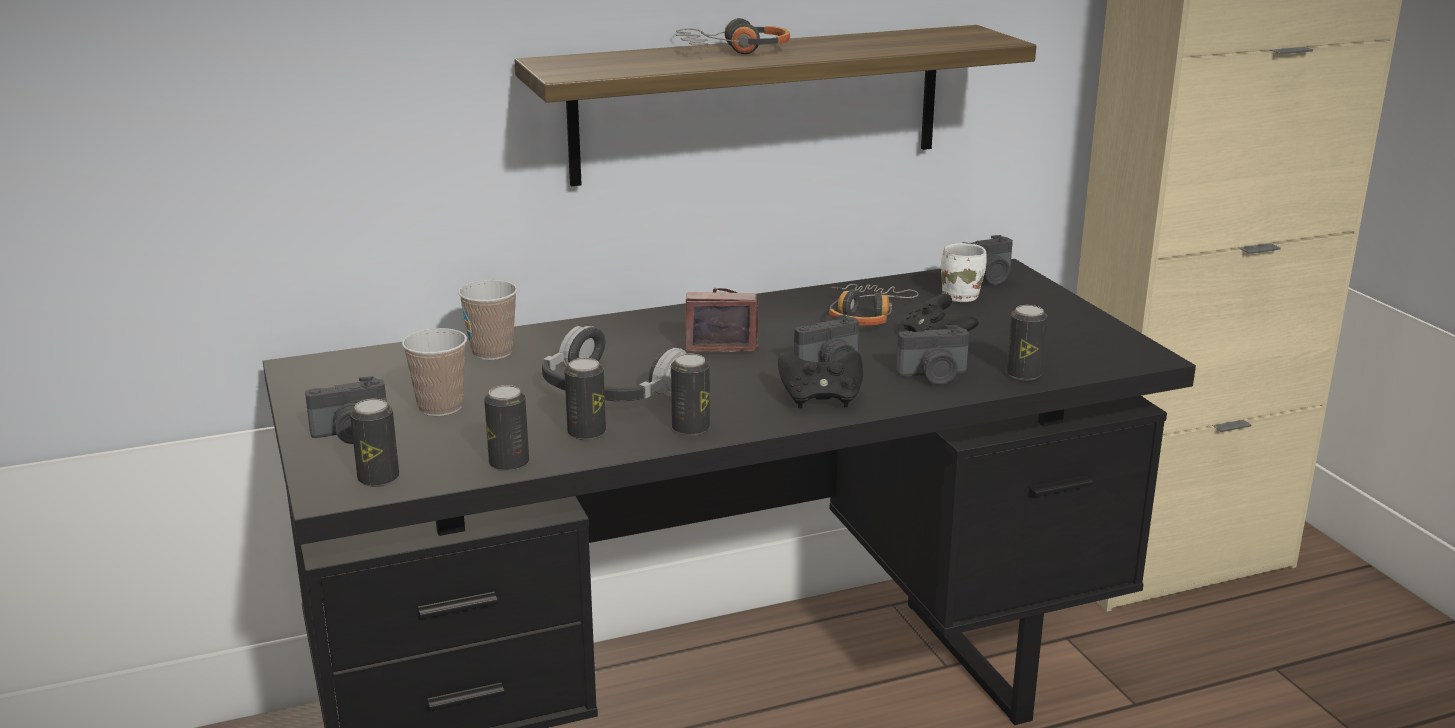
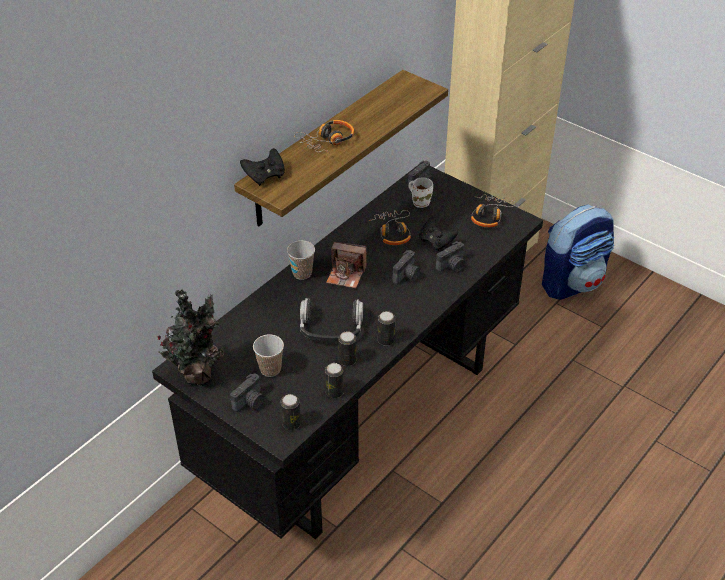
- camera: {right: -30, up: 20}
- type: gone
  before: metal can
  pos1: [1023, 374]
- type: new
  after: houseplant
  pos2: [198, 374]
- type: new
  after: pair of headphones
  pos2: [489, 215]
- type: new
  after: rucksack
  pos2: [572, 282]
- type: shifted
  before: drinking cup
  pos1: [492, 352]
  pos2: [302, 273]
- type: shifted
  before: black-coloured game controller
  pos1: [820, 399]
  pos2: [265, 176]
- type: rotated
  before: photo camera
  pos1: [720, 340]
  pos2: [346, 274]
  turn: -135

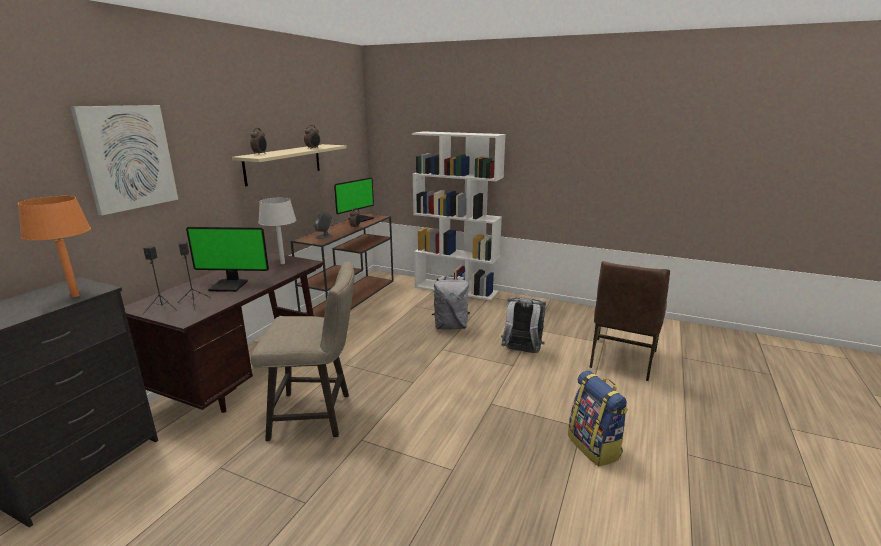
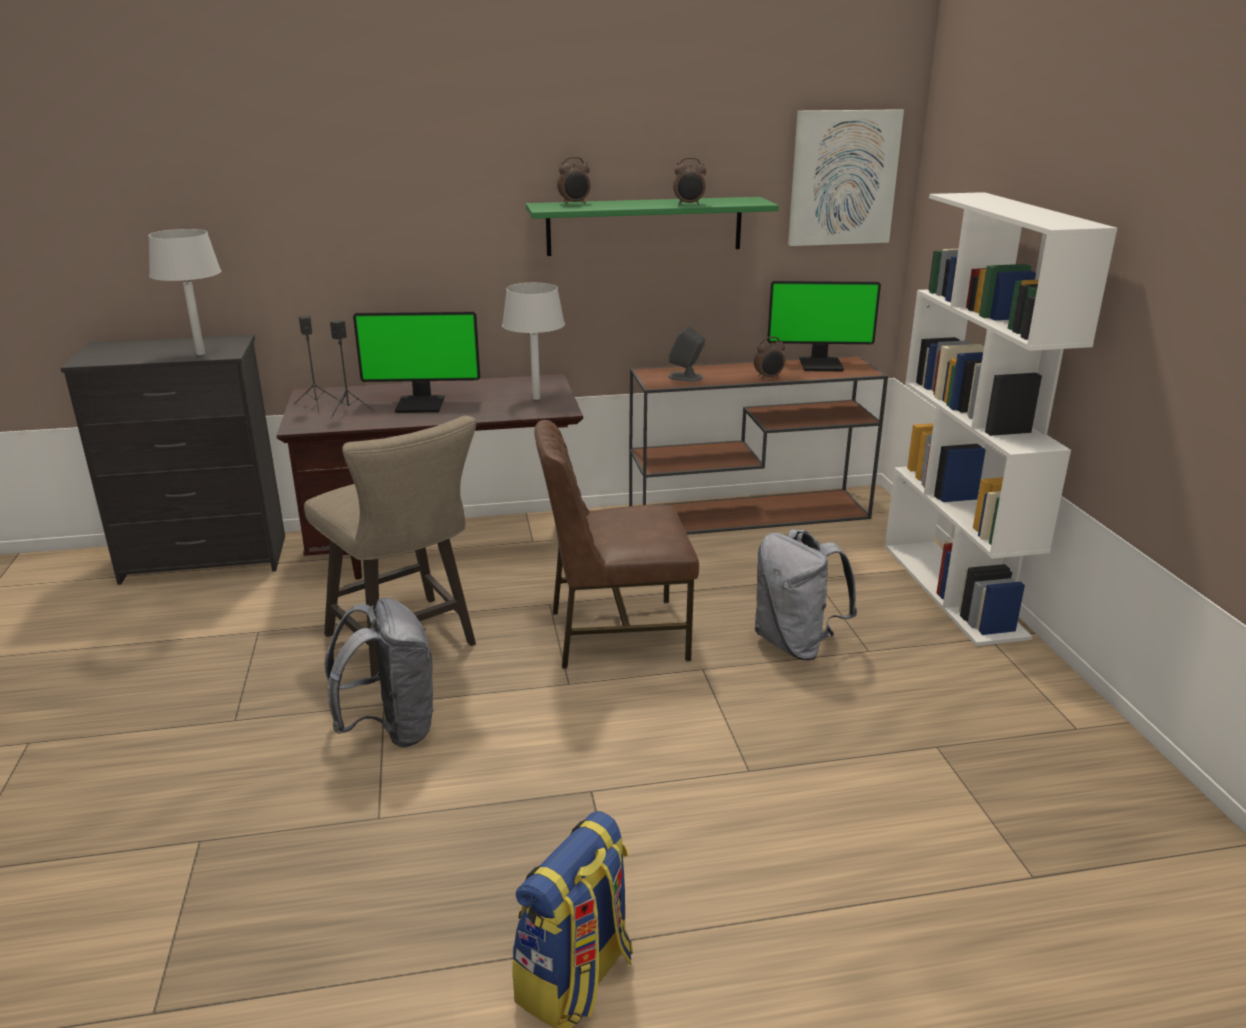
- camera: {right: 55, up: 5}
- type: shifted
  before: picture
  pos1: [128, 157]
  pos2: [843, 178]
- type: shifted
  before: grey rucksack
  pos1: [521, 352]
  pos2: [391, 729]
- type: shifted
  before: brown-coloured plain chair
  pos1: [621, 359]
  pos2: [615, 634]
- type: repainted
  before: orangey tabletop lamp
  after: grey tabletop lamp
  pos1: [75, 295]
  pos2: [201, 354]
- type: repainted
  before: beige-coloured wall shelf
  after: greenish wall shelf
  pos1: [284, 163]
  pos2: [644, 226]
- type: rotated
  before: monitor
  pos1: [230, 285]
  pos2: [421, 404]
  turn: -60

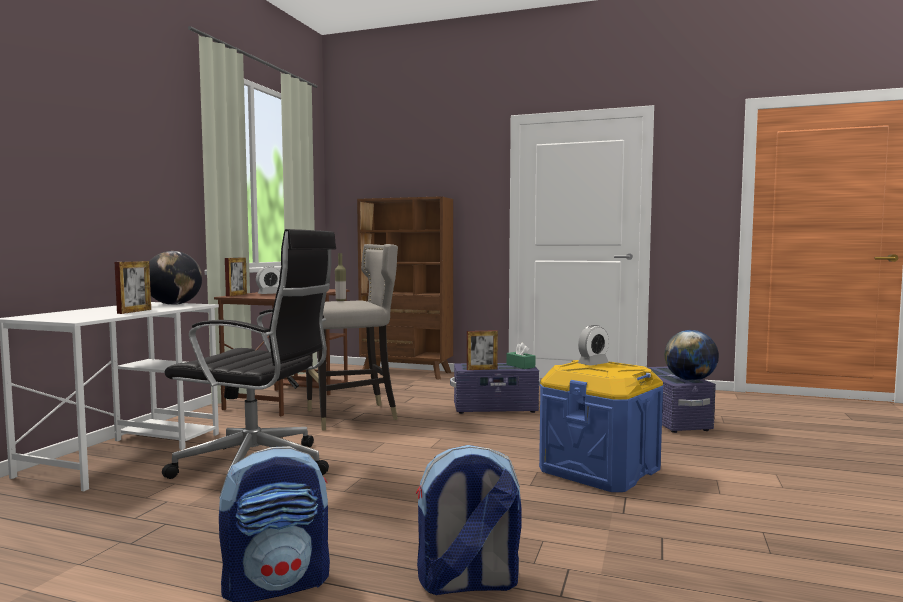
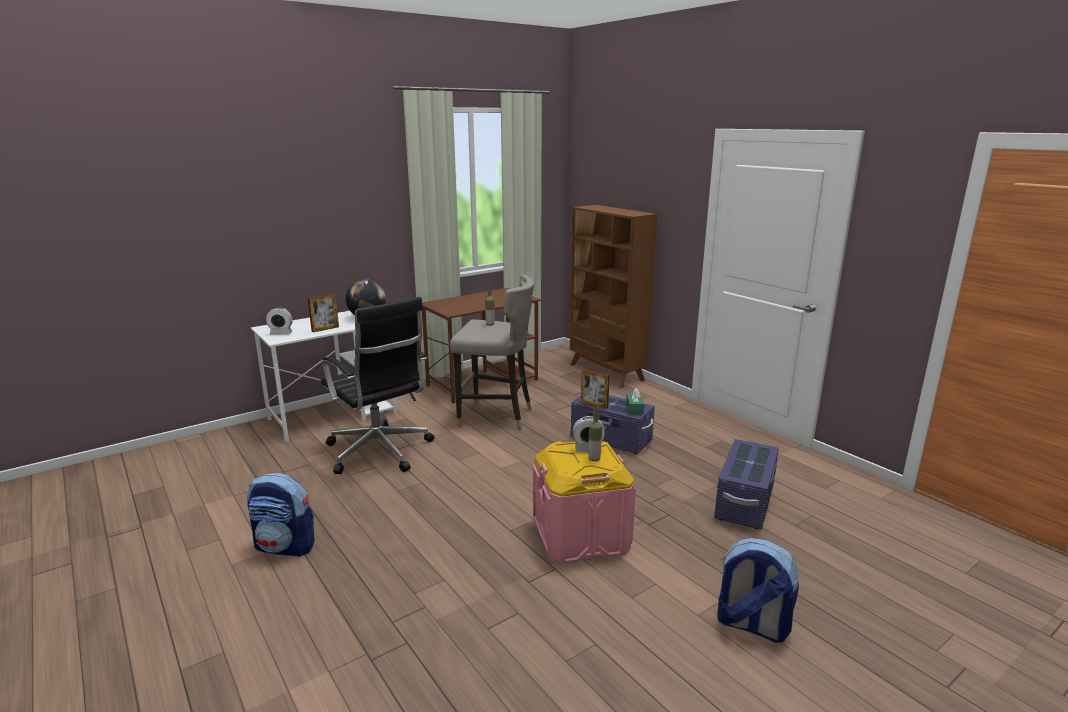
- camera: {right: 35, up: 15}
- type: gone
  before: photo frame
  pos1: [236, 295]
- type: gone
  before: globe
  pos1: [690, 380]
- type: new
  after: bottle
  pos2: [594, 459]
- type: shifted
  before: alarm clock
  pos1: [269, 294]
  pos2: [281, 333]
- type: shifted
  before: rucksack
  pos1: [468, 583]
  pos2: [750, 625]
- type: repainted
  before: blue storage box
  after: pink-coloured storage box
  pos1: [599, 470]
  pos2: [581, 536]

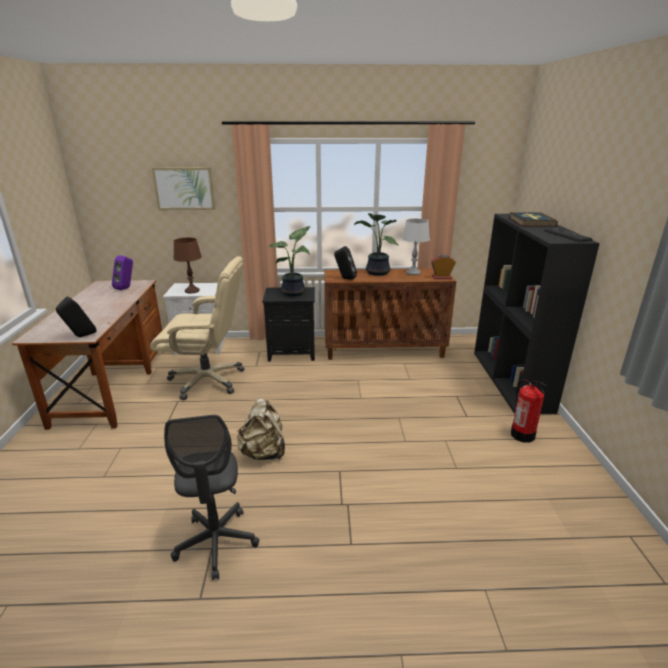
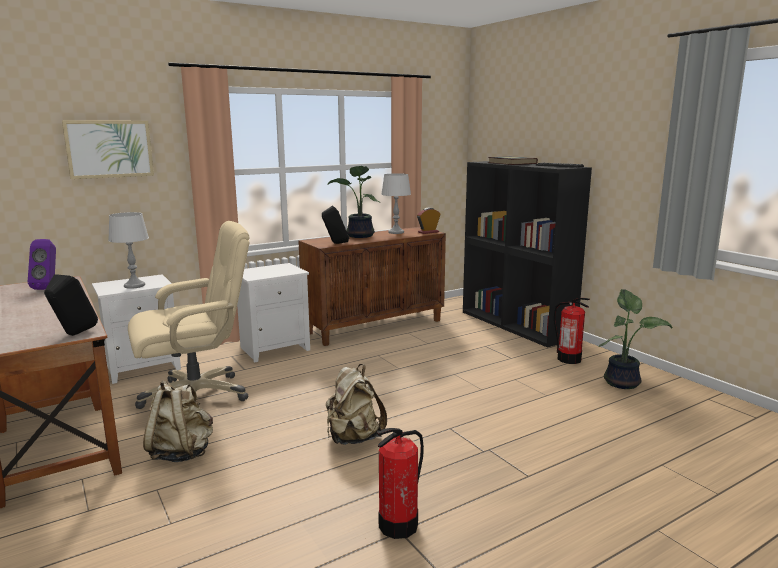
- camera: {right: -30, up: -10}
- type: new
  after: beige-coloured rucksack
  pos2: [182, 453]
- type: shifted
  before: houseplant
  pos1: [295, 292]
  pos2: [623, 382]
- type: swapped
  before: grey computer chair
  after: fire-fighting cylinder
  pos1: [216, 543]
  pos2: [399, 525]
- type: repainted
  before: brown-coloured tabletop lamp
  after: grey tabletop lamp
  pos1: [192, 291]
  pos2: [134, 286]
- type: repainted
  before: black-coloured night table
  after: white-coloured night table
  pos1: [293, 352]
  pos2: [275, 348]

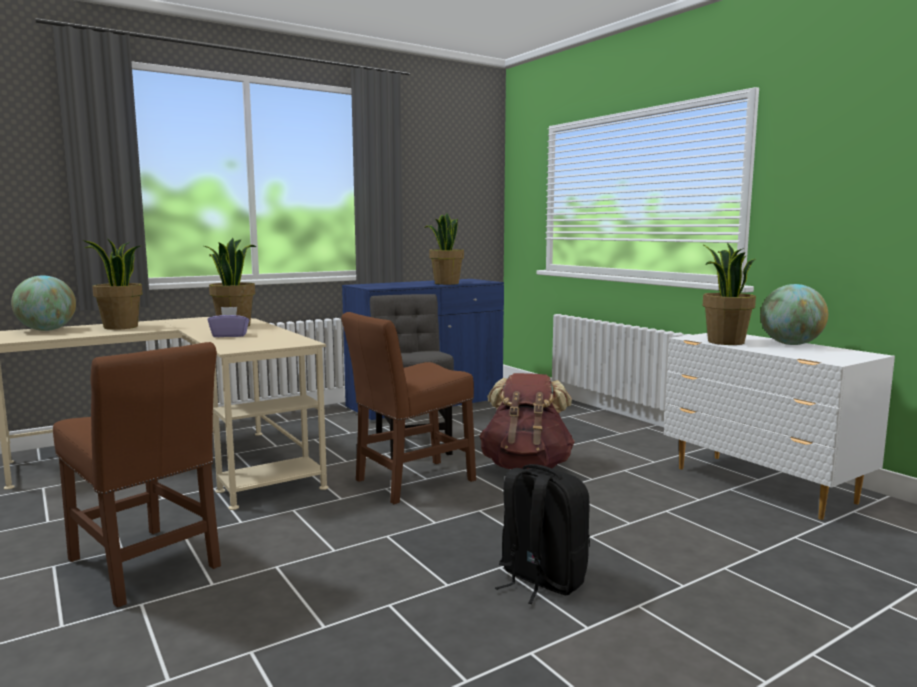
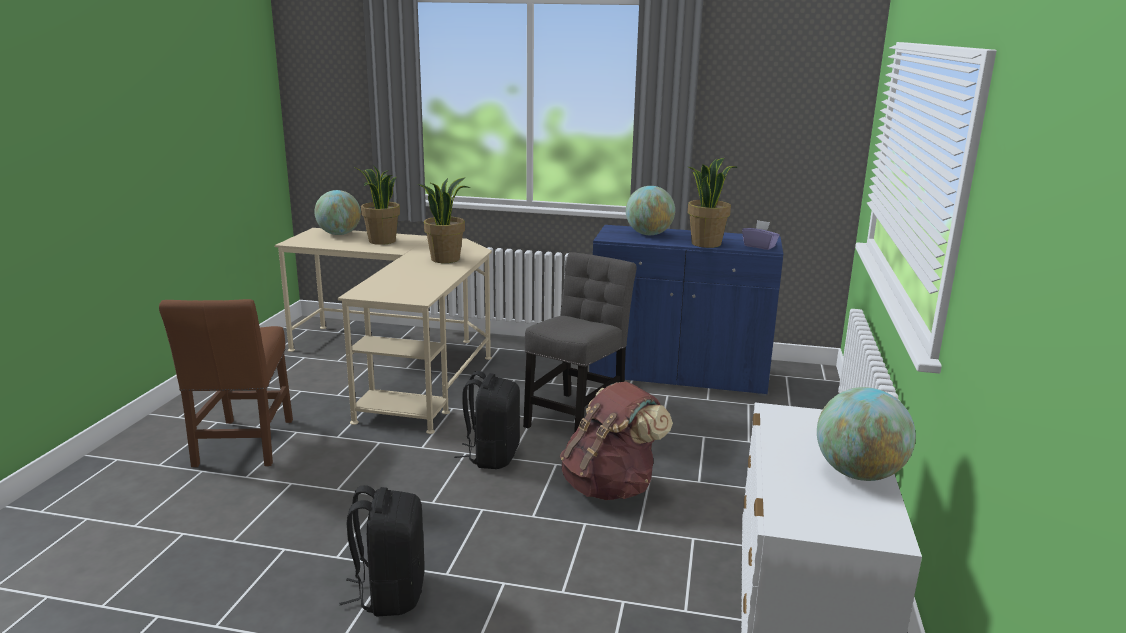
- camera: {right: 45, up: 10}
- type: gone
  before: houseplant
  pos1: [725, 342]
- type: new
  after: globe
  pos2: [649, 234]
- type: shifted
  before: purplish tissue box
  pos1: [230, 335]
  pos2: [759, 246]
- type: swapped
  before: brown-coloured plain chair
  after: black-coloured rucksack
  pos1: [410, 482]
  pos2: [492, 456]

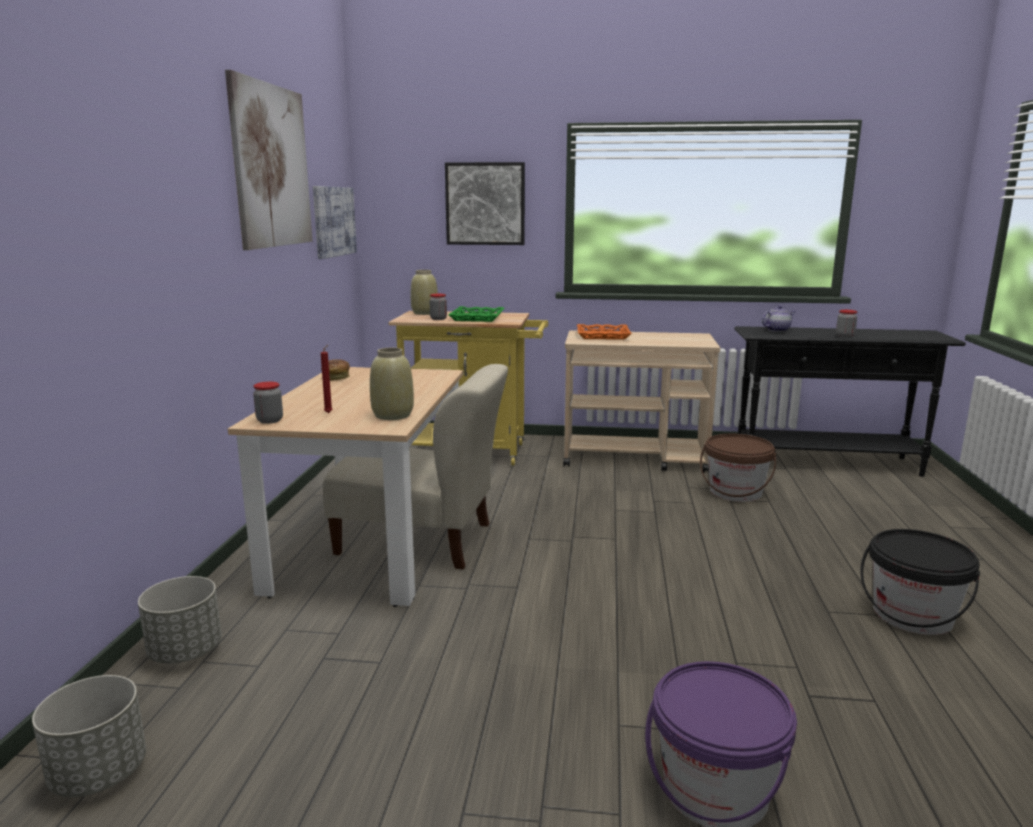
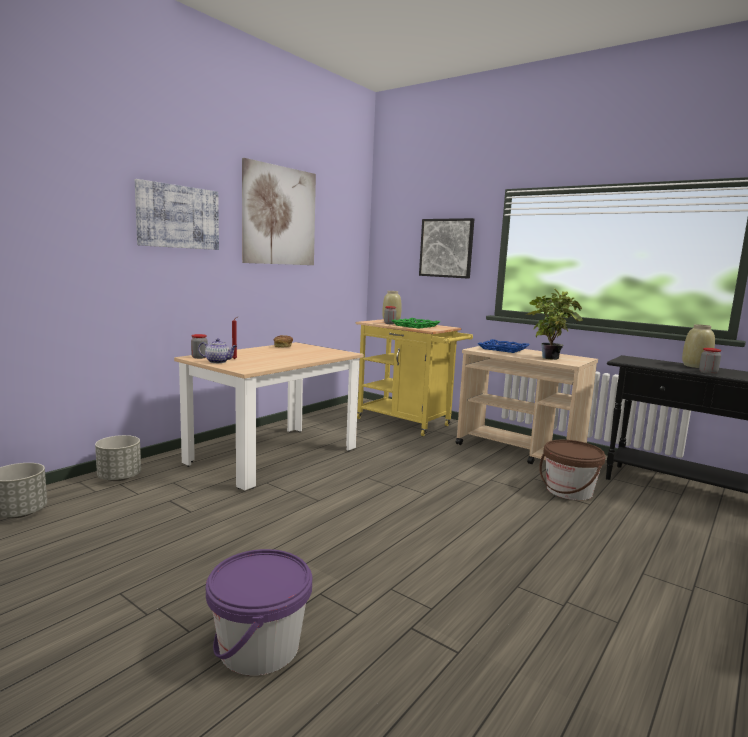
- camera: {right: 30, up: -5}
- type: gone
  before: beige-coloured plain chair
  pos1: [421, 541]
- type: gone
  before: black-coloured pail
  pos1: [912, 615]
- type: new
  after: houseplant
  pos2: [549, 358]
- type: shifted
  before: picture
  pos1: [333, 221]
  pos2: [178, 217]
- type: shifted
  before: beige-coloured vase
  pos1: [393, 415]
  pos2: [696, 366]
- type: shifted
  before: pot for tea
  pos1: [777, 330]
  pos2: [218, 362]
- type: repainted
  before: orangey serving tray
  after: blue serving tray
  pos1: [603, 336]
  pos2: [503, 349]

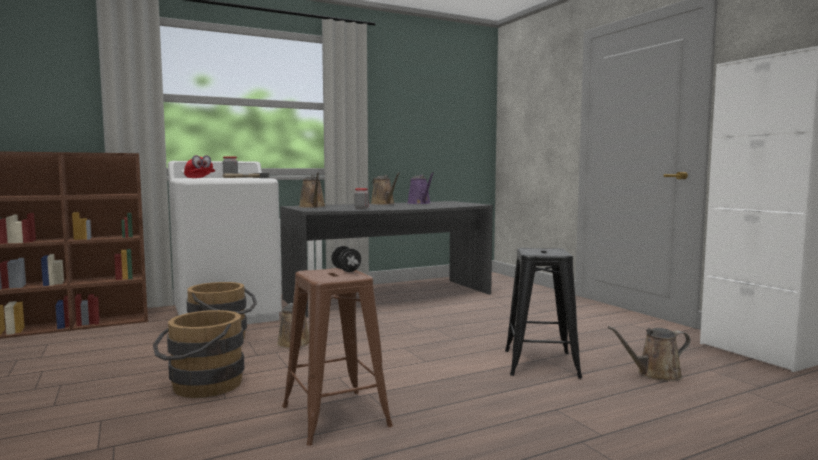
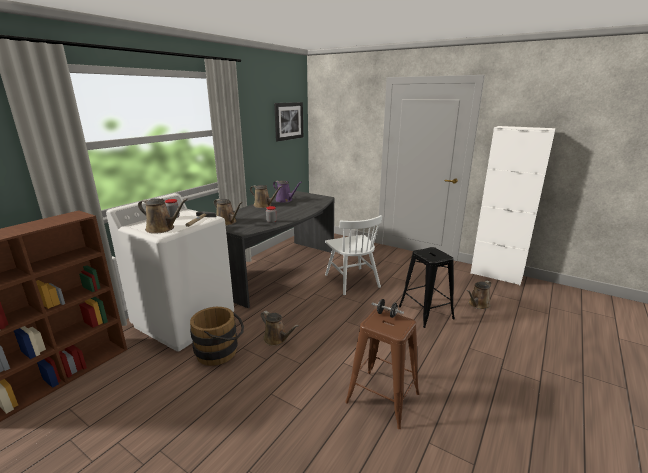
- camera: {right: -30, up: 15}
- type: gone
  before: brown-coloured pail
  pos1: [201, 387]
- type: new
  after: picture
  pos2: [288, 121]
- type: new
  after: white-coloured plain chair
  pos2: [352, 281]
- type: swapped
  before: reddish baseball cap
  after: brown-coloured watering can
  pos1: [200, 178]
  pos2: [162, 229]

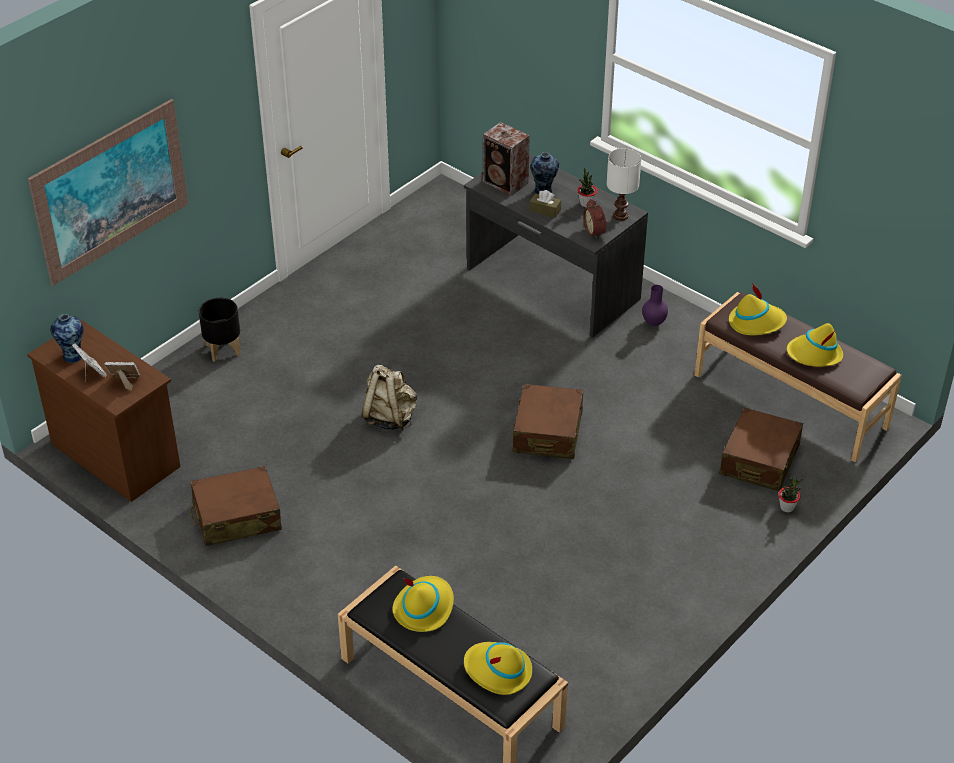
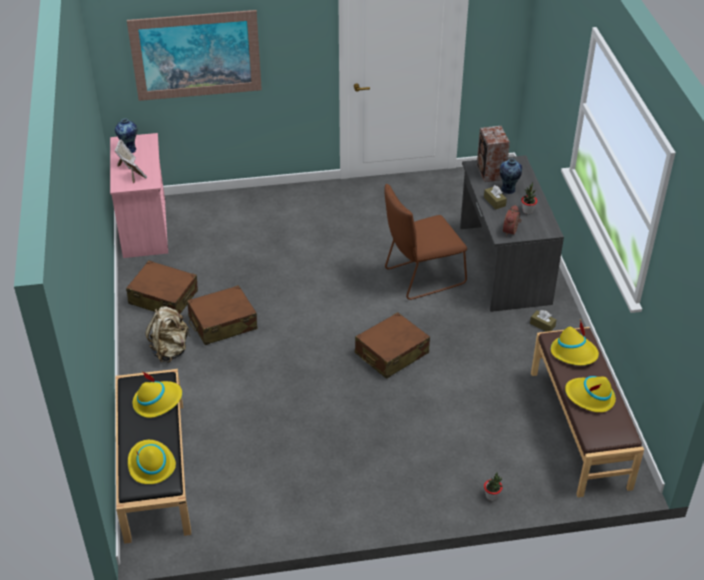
- camera: {right: 40, up: 0}
- type: gone
  before: black-coloured flower pot
  pos1: [223, 349]
- type: gone
  before: white-coloured tabletop lamp
  pos1: [621, 216]
- type: new
  after: brown-coloured plain chair
  pos2: [421, 277]
- type: shifted
  before: beige-coloured rucksack
  pos1: [390, 417]
  pos2: [170, 350]
- type: shifted
  before: brown-coloured suitcase
  pos1: [759, 460]
  pos2: [222, 323]
- type: swapped
  before: purplish vase
  after: brown-coloured tissue box
  pos1: [653, 323]
  pos2: [542, 325]
- type: repainted
  before: brown-coloured chest of drawers
  after: pink-coloured chest of drawers
  pos1: [115, 454]
  pos2: [145, 228]

